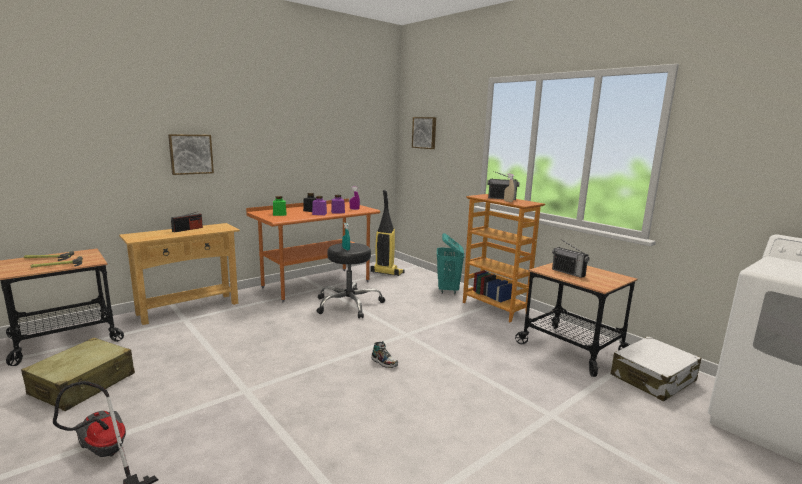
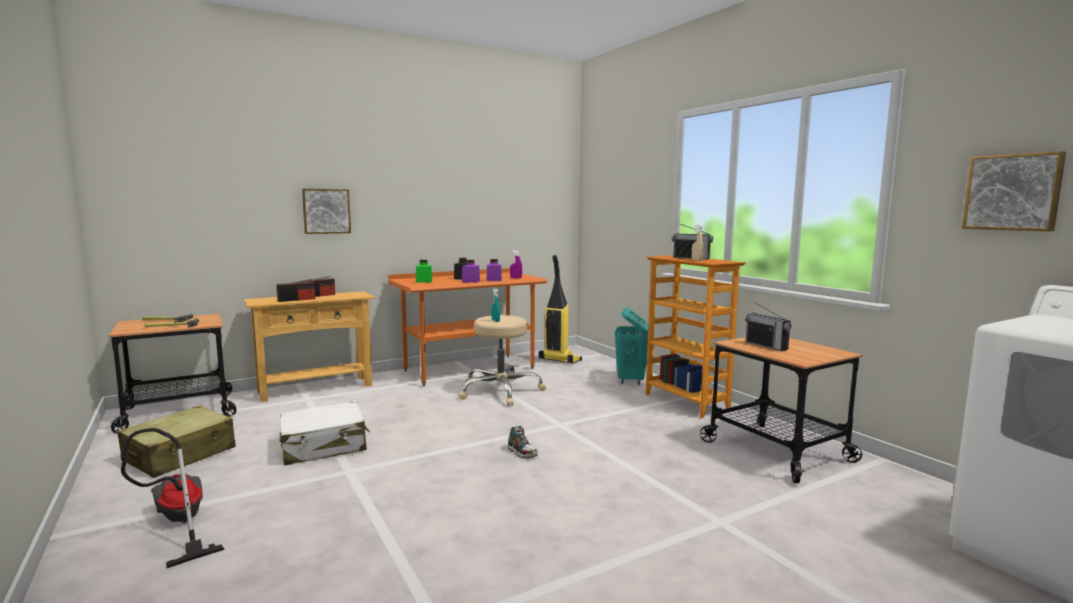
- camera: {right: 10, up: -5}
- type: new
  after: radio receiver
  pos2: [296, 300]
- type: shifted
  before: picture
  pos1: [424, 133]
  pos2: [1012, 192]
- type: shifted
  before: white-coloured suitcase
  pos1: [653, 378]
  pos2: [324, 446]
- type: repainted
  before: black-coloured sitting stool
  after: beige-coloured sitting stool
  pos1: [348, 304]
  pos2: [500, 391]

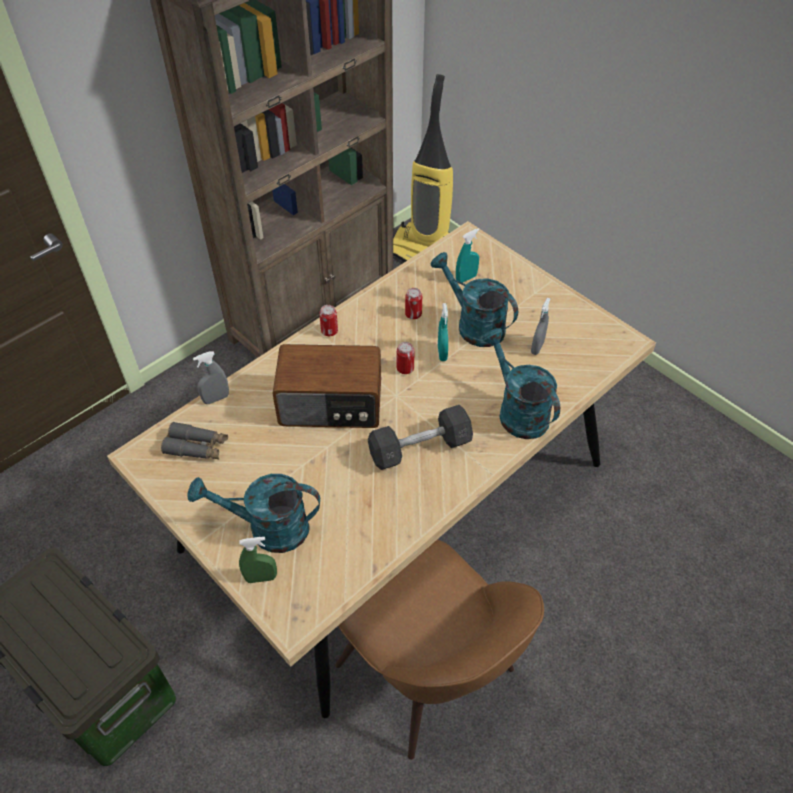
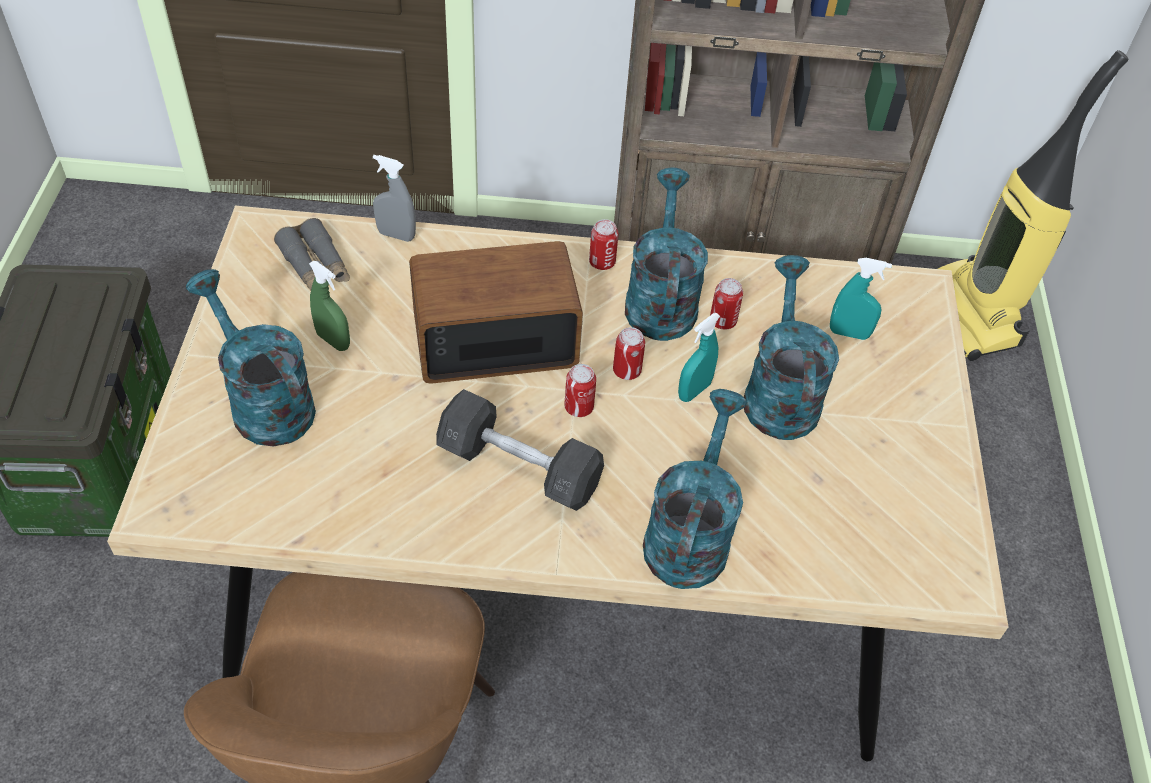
- camera: {right: 45, up: 0}
- type: gone
  before: grey spray bottle
  pos1: [537, 347]
- type: new
  after: metal can
  pos2: [579, 407]
- type: new
  after: blue-green watering can
  pos2: [660, 298]
- type: shifted
  before: greenish spray bottle
  pos1: [261, 578]
  pos2: [333, 341]
- type: rotated
  before: radio receiver
  pos1: [331, 405]
  pos2: [493, 339]
  turn: 120

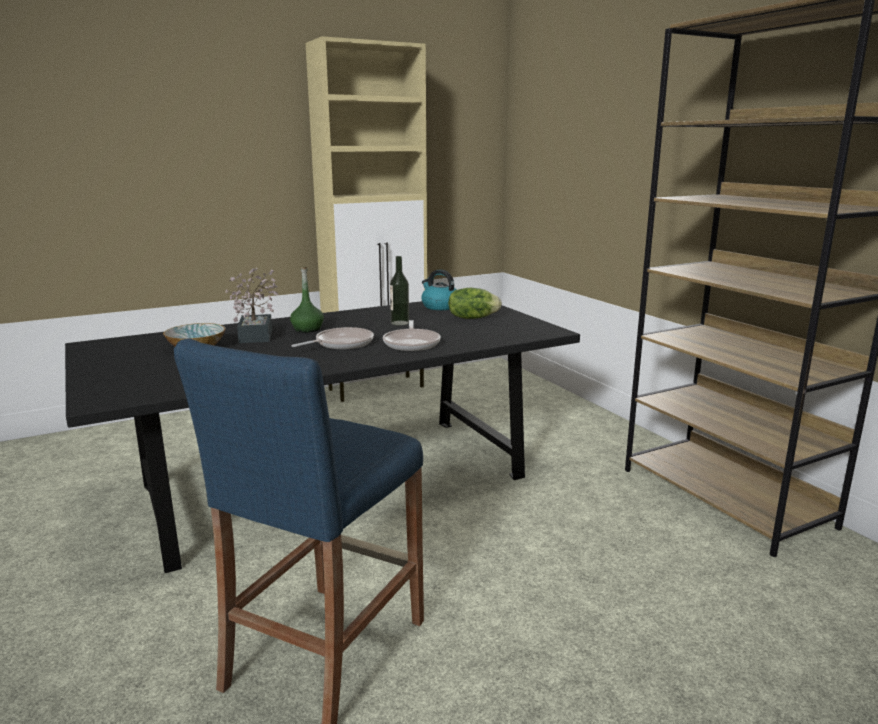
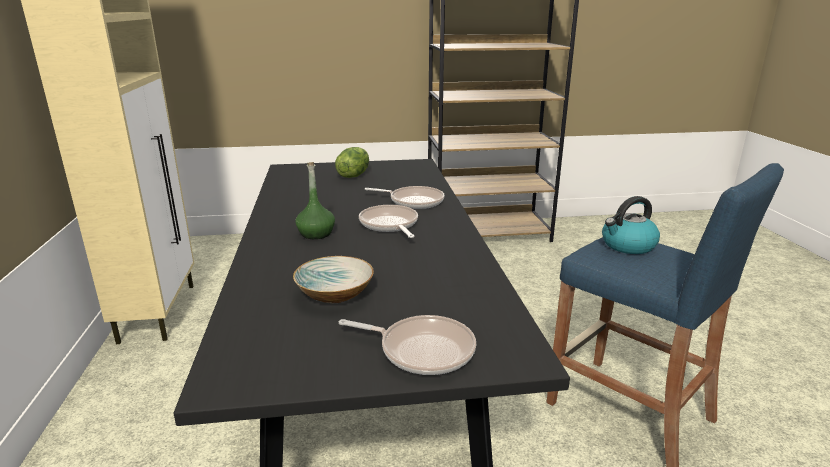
- camera: {right: -70, up: 5}
- type: gone
  before: houseplant
  pos1: [257, 334]
- type: gone
  before: bottle
  pos1: [400, 323]
- type: new
  after: pan
  pos2: [422, 350]
- type: shifted
  before: kettle
  pos1: [440, 306]
  pos2: [627, 246]

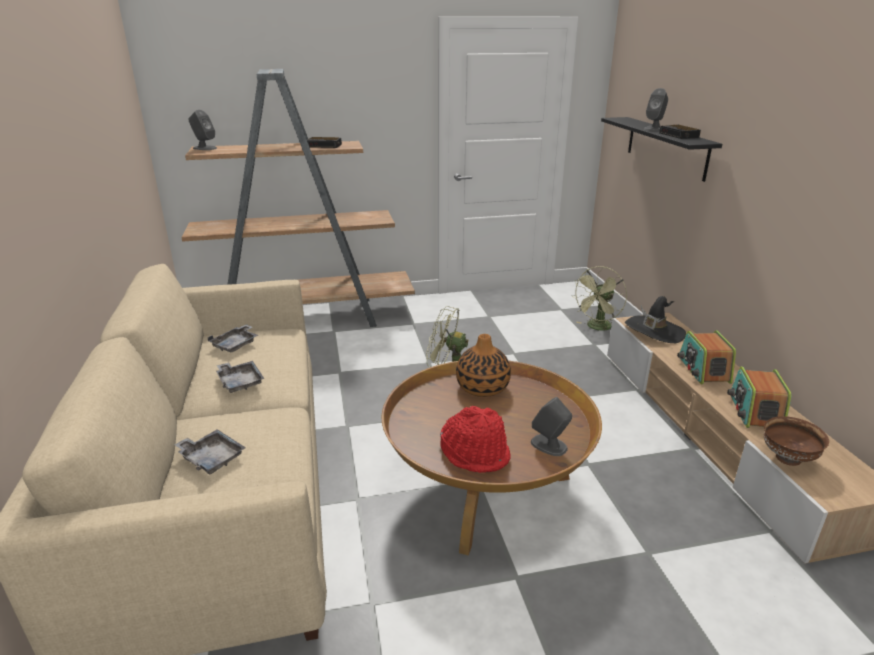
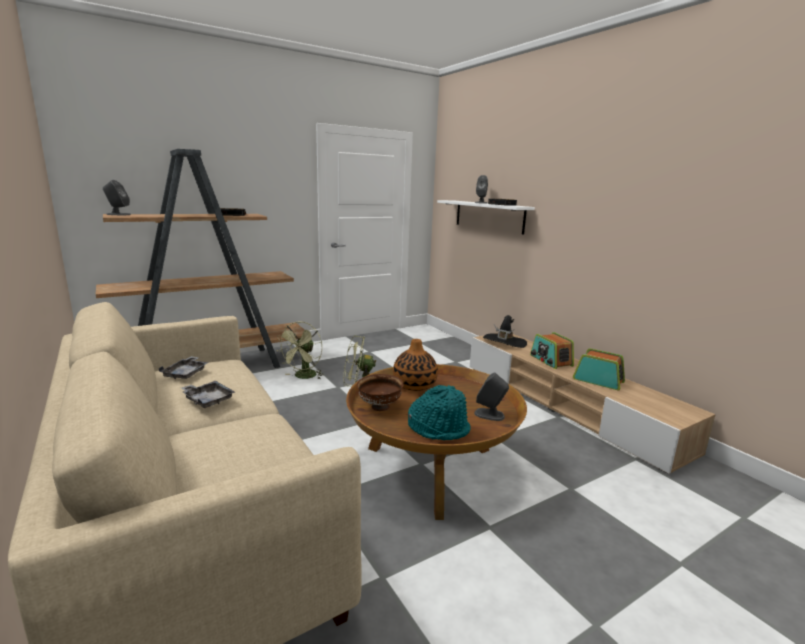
- camera: {right: -20, up: -10}
- type: gone
  before: grey serving tray
  pos1: [211, 458]
- type: shifted
  before: greenish cooling fan
  pos1: [597, 328]
  pos2: [303, 377]
- type: shifted
  before: brown-coloured serving bowl
  pos1: [788, 459]
  pos2: [380, 407]
- type: repainted
  before: reddish wearable hat
  after: blue-green wearable hat
  pos1: [475, 453]
  pos2: [439, 428]
- type: repainted
  before: black-coloured wall shelf
  after: white-coloured wall shelf
  pos1: [666, 147]
  pos2: [488, 216]
- type: rotated
  before: radio receiver
  pos1: [754, 412]
  pos2: [598, 380]
  turn: 135

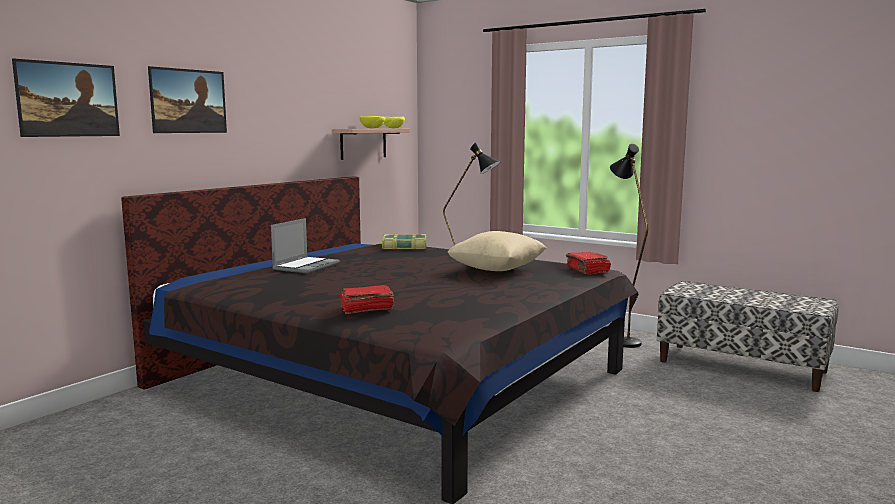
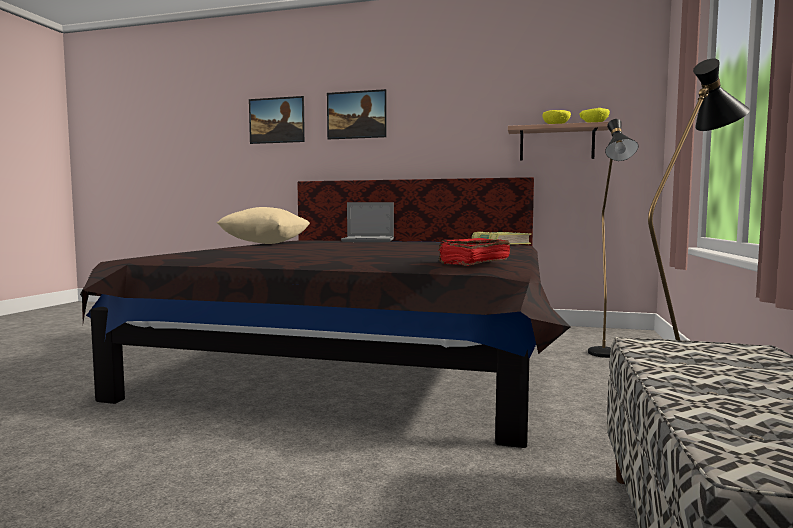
- camera: {right: 70, up: -5}
- type: gone
  before: reddish volume
  pos1: [366, 309]
- type: shifted
  before: beige-coloured pillow
  pos1: [497, 270]
  pos2: [265, 244]

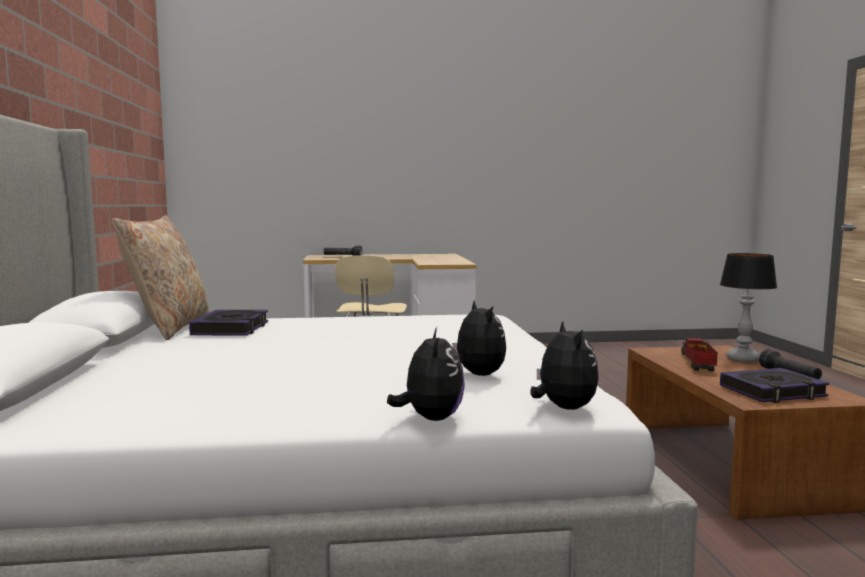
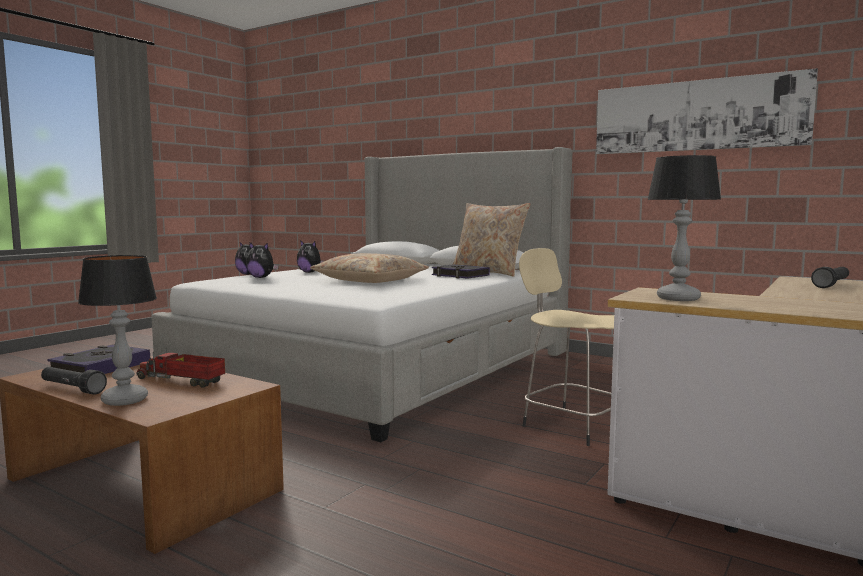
- camera: {right: 130, up: 0}
- type: new
  after: beige-coloured pillow
  pos2: [370, 281]
- type: new
  after: picture
  pos2: [697, 115]
- type: new
  after: tabletop lamp
  pos2: [679, 298]
- type: shifted
  before: soft toy
  pos1: [563, 408]
  pos2: [310, 272]
- type: rotated
  before: toy truck
  pos1: [696, 363]
  pos2: [181, 381]
  turn: 150

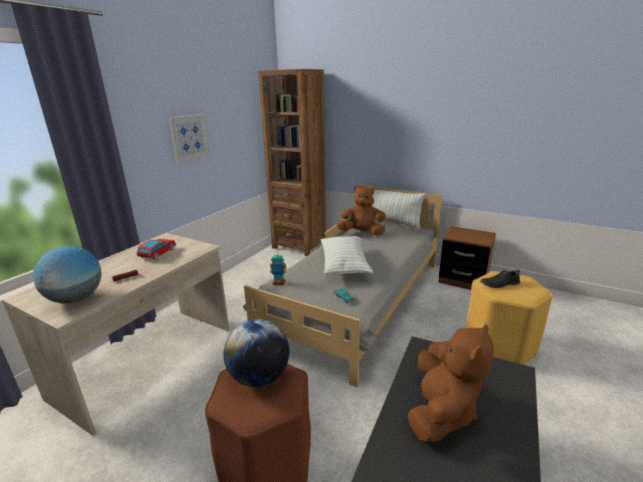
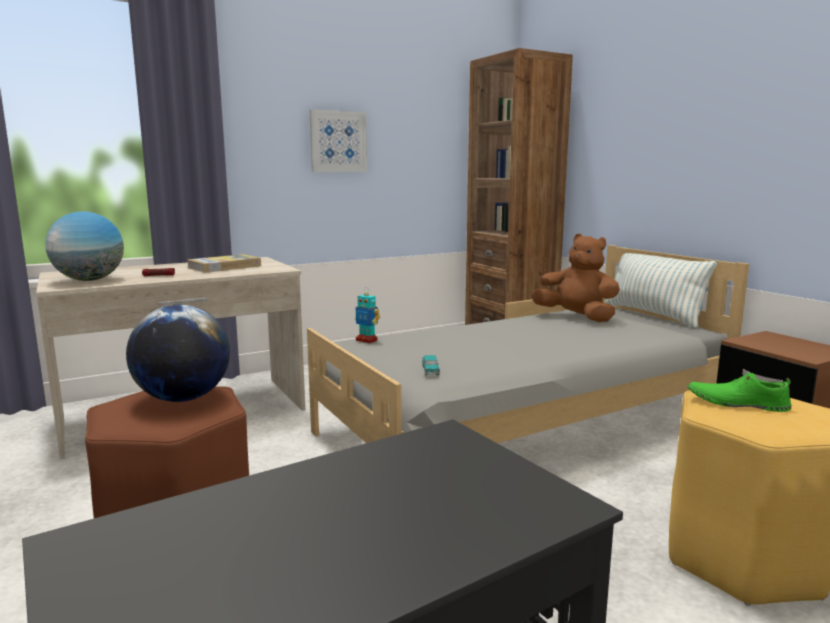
- camera: {right: 30, up: -10}
- type: gone
  before: pillow
  pos1: [344, 265]
- type: gone
  before: brown-coloured soft toy
  pos1: [441, 412]
- type: swapped
  before: toy car
  after: volume
  pos1: [158, 253]
  pos2: [224, 267]
- type: repainted
  before: black-coloured shoe
  after: greenish shoe
  pos1: [499, 284]
  pos2: [737, 403]

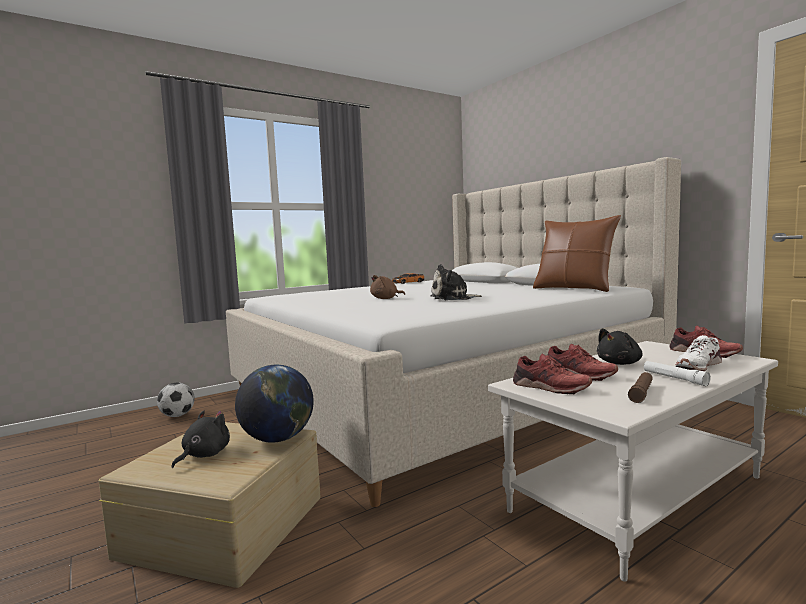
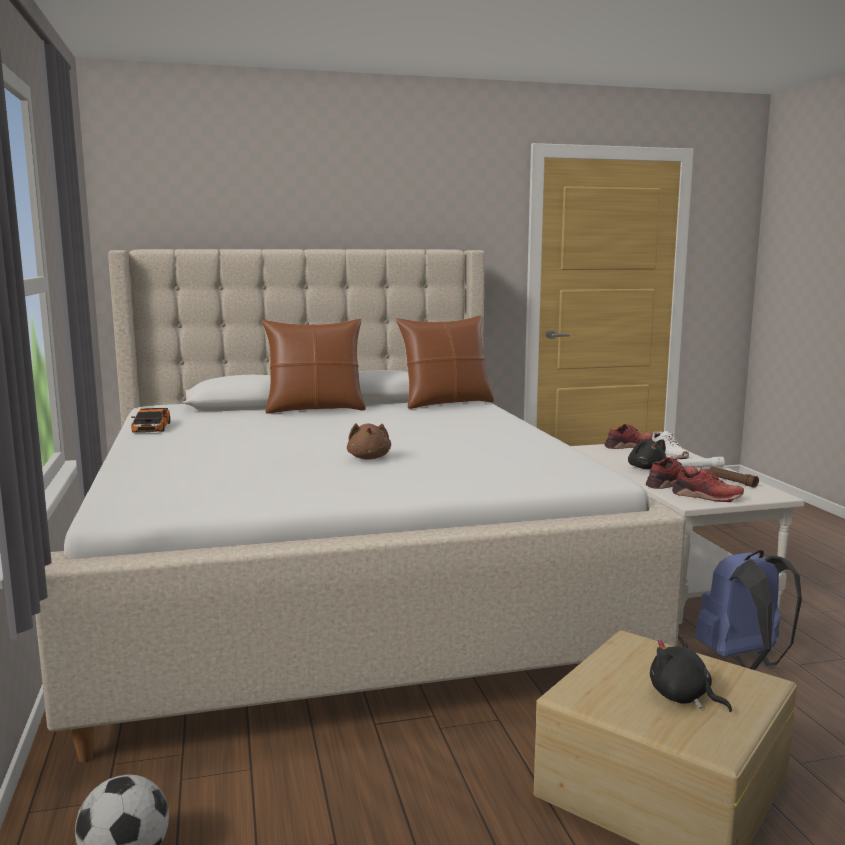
- camera: {right: -70, up: 5}
- type: gone
  before: globe
  pos1: [278, 439]
- type: gone
  before: soft toy
  pos1: [453, 298]
- type: new
  after: brown-coloured pillow
  pos2: [315, 409]
- type: new
  after: blue rucksack
  pos2: [743, 660]
- type: rotated
  before: reddish shoe
  pos1: [550, 387]
  pos2: [706, 496]
  turn: 60

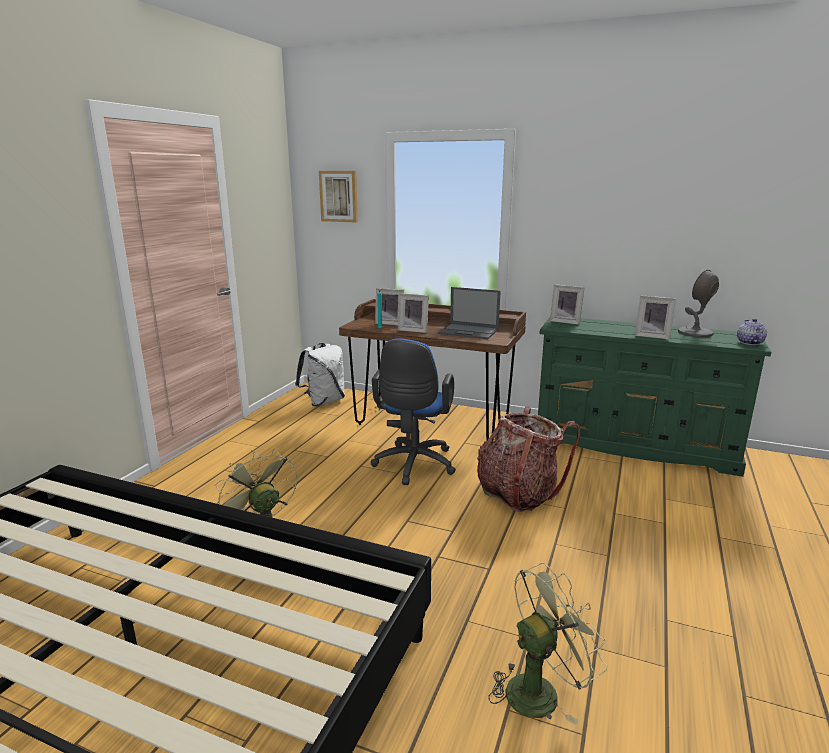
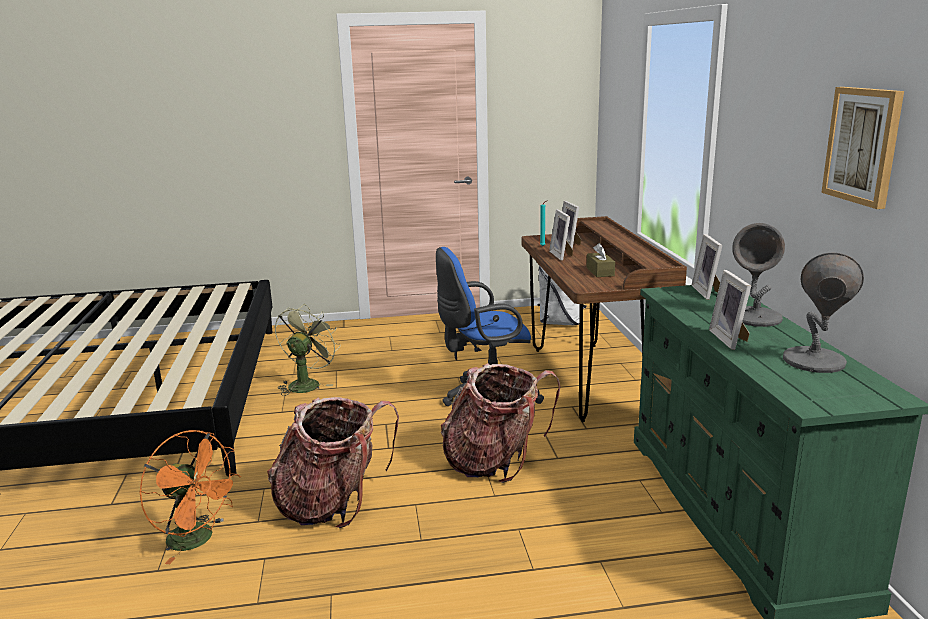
- camera: {right: 60, up: 0}
- type: gone
  before: pot for tea
  pos1: [749, 343]
- type: new
  after: rucksack
  pos2: [333, 504]
- type: new
  after: grey tabletop lamp
  pos2: [755, 317]
- type: shifted
  before: picture
  pos1: [339, 196]
  pos2: [863, 145]
- type: swapped
  before: portable computer
  after: brown-coloured tissue box
  pos1: [469, 331]
  pos2: [600, 272]
- type: repainted
  before: greenish cooling fan
  after: orangey cooling fan
  pos1: [540, 689]
  pos2: [198, 540]

